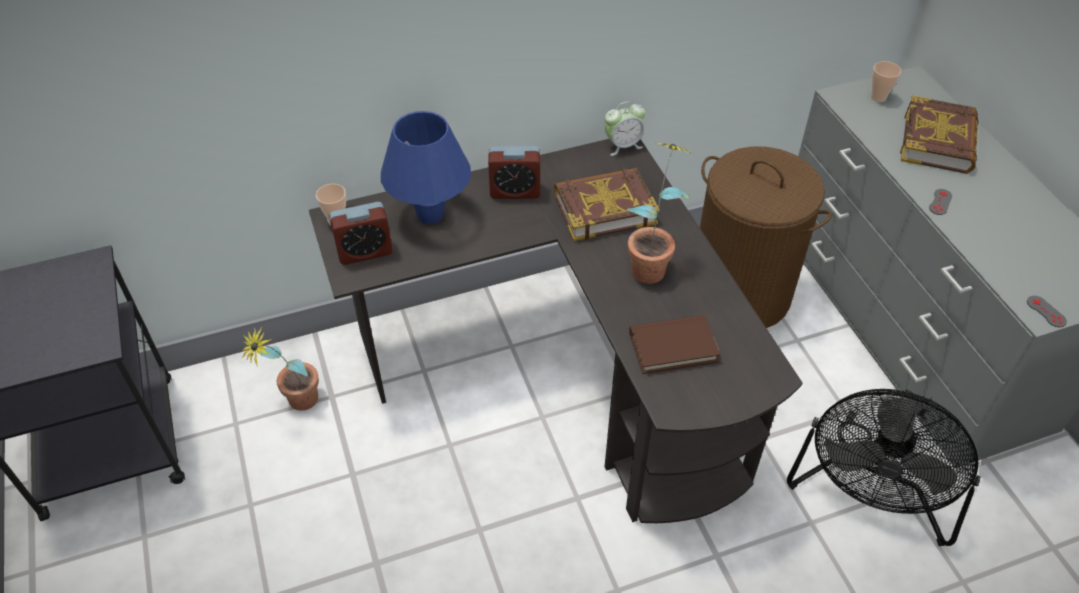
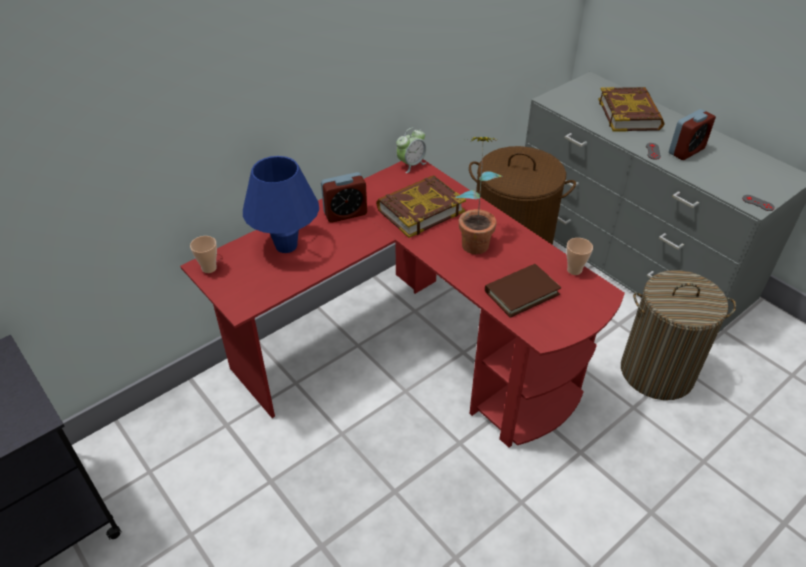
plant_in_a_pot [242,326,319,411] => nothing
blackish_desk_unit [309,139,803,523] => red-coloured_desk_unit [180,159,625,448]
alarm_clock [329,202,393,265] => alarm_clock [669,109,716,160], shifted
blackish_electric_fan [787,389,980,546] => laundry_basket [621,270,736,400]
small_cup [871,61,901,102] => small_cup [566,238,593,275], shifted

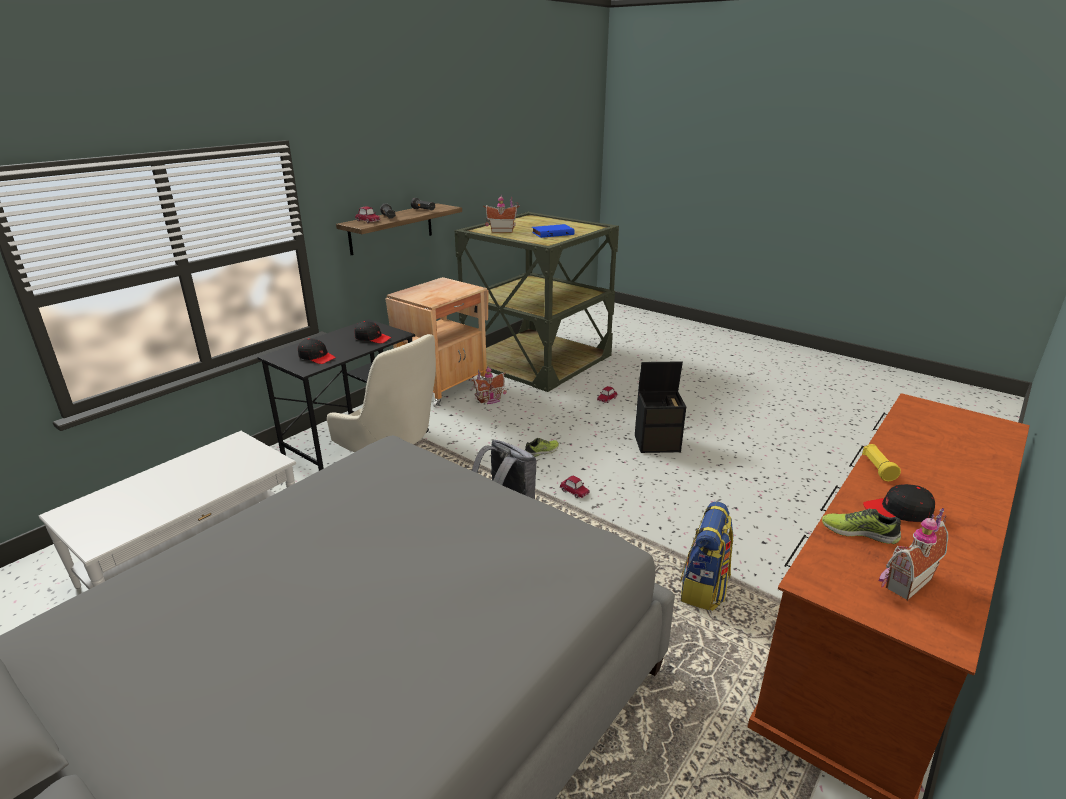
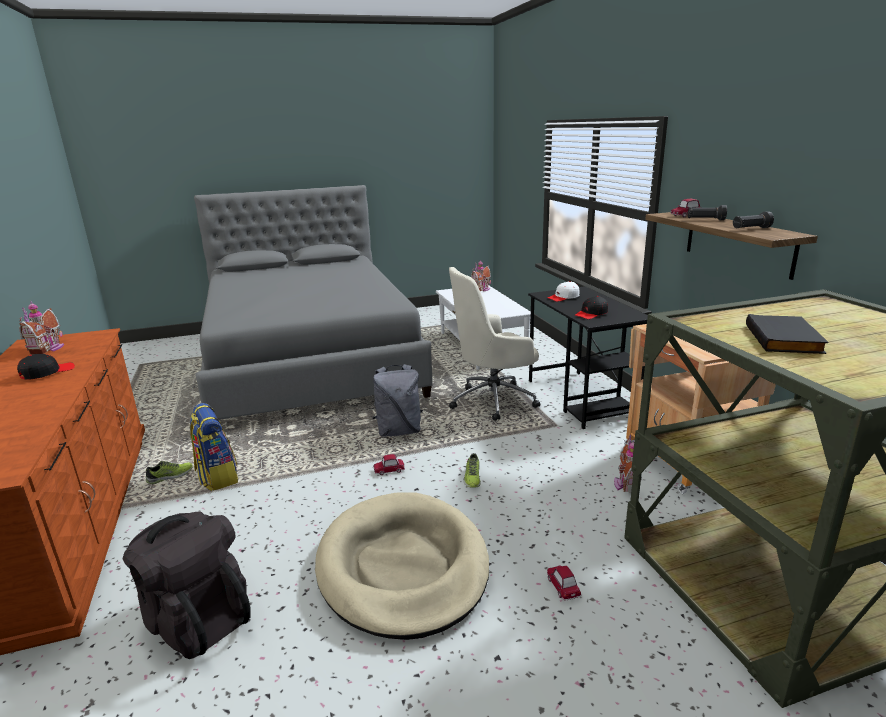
blackish_baseball_cap [298,338,336,364] => white_baseball_cap [547,281,579,302]
toy_house [483,196,519,233] => toy_house [471,260,491,291], shifted
blue-coloured_bound_book [532,224,574,238] => blackish_bound_book [746,314,829,354]
blackish_storage_box [635,361,686,453] => sand-coloured_dog_bed [315,492,489,640]
low_shoe [822,509,901,544] => low_shoe [146,461,193,484], shifted
yellowish_torch [862,444,901,481] => nothing
nothing => blackish_knapsack [123,512,251,659]

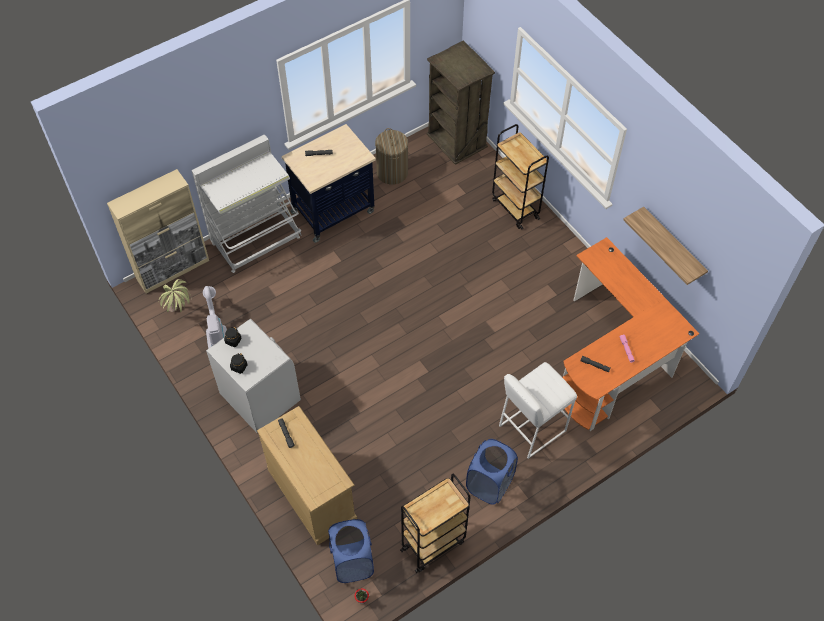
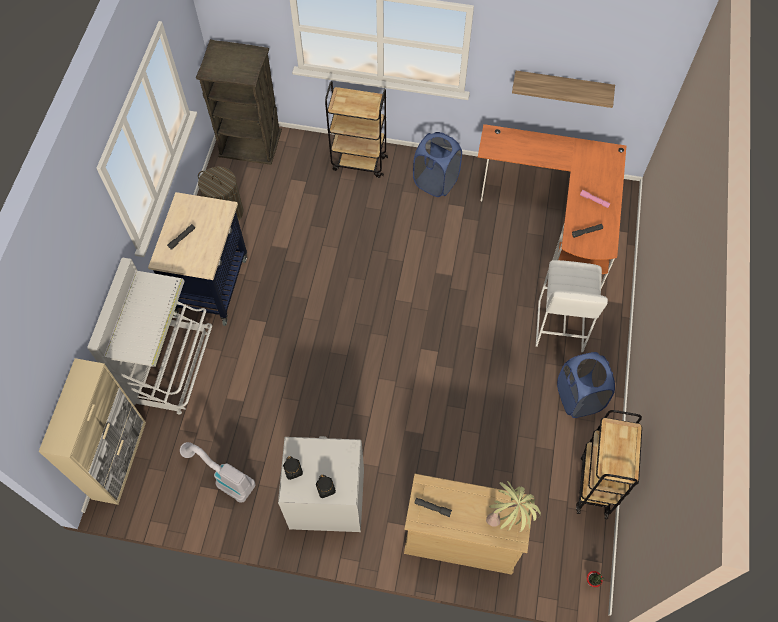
plant_in_a_pot [158,279,190,313] => plant_in_a_pot [486,481,541,532], shifted
blue-coloured_laundry_basket [328,519,374,583] => blue-coloured_laundry_basket [413,132,462,197], shifted

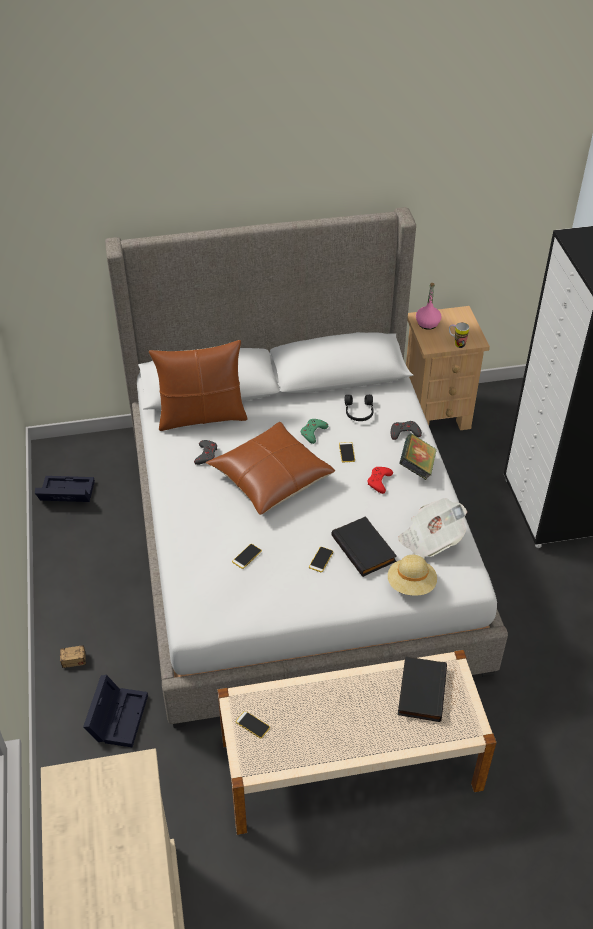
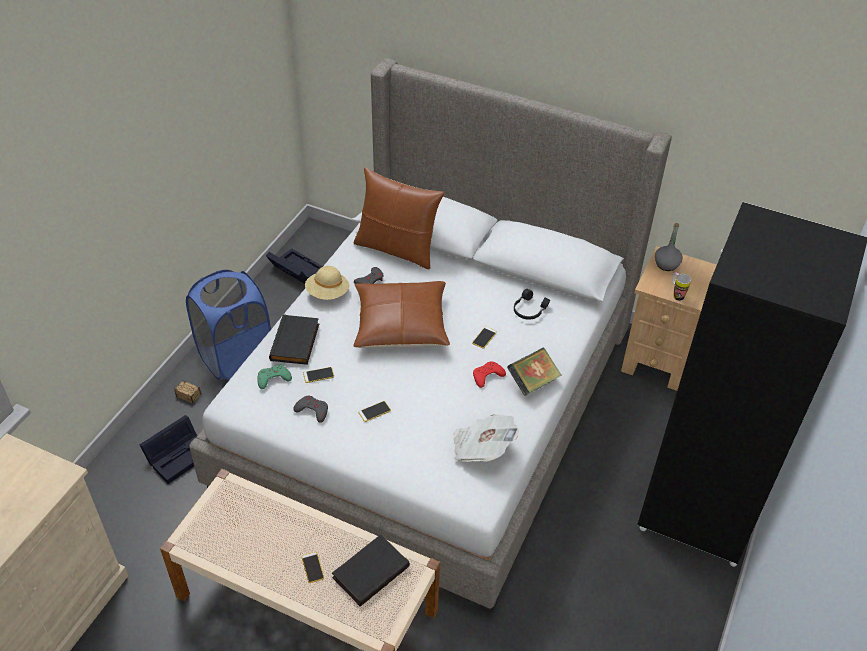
telephone [236,711,270,739] => telephone [301,552,324,583], shifted
greenish_gamepad [301,419,328,444] => greenish_gamepad [258,365,292,389], shifted
blackish_bound_book [332,516,397,577] => blackish_bound_book [269,314,319,365], shifted
sand-coloured_hat [388,555,437,596] => sand-coloured_hat [305,266,349,300], shifted
greyish_gamepad [391,421,422,440] => greyish_gamepad [293,396,328,423], shifted
pinkish_drink_bottle [416,283,442,330] => greyish_drink_bottle [655,223,683,271]
nothing => blue-coloured_laundry_basket [186,270,271,381]

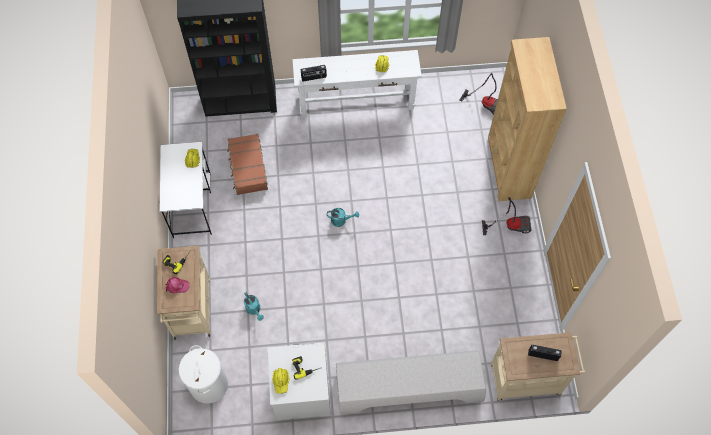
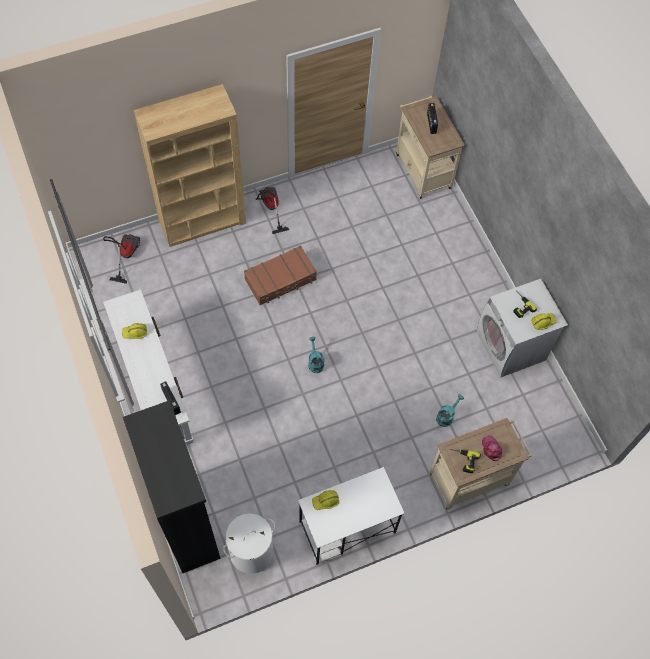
white_laundry_basket [179,345,228,404] => white_laundry_basket [223,513,275,574], shifted
brownish_travel_case [227,134,268,195] => brownish_travel_case [244,246,317,305], shifted
greyish_indoor_bench [336,350,486,415] => nothing

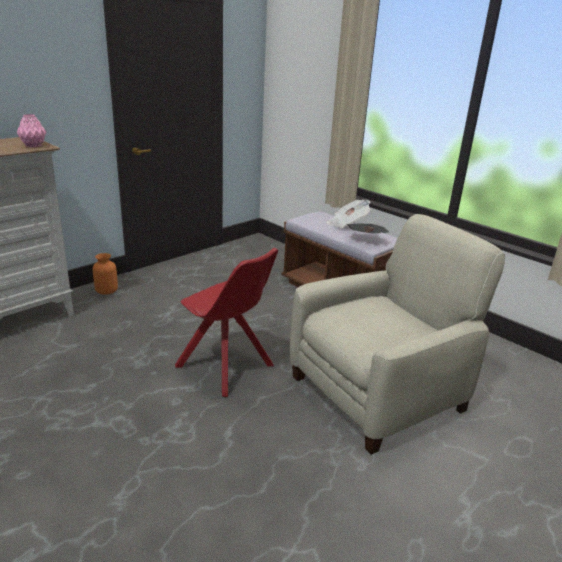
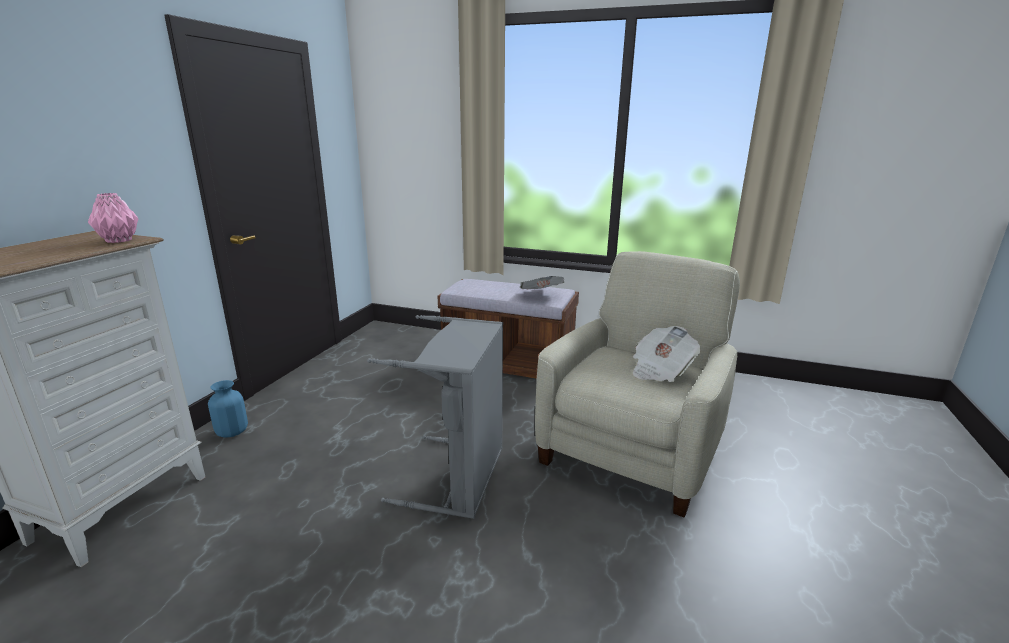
orangey_vase [93,253,118,295] => blue-coloured_vase [208,380,248,438]
red-coloured_chair [175,248,278,397] => greyish_laundry_basket [367,315,503,519]
printed_paper [326,200,371,228] => printed_paper [632,326,701,382], shifted

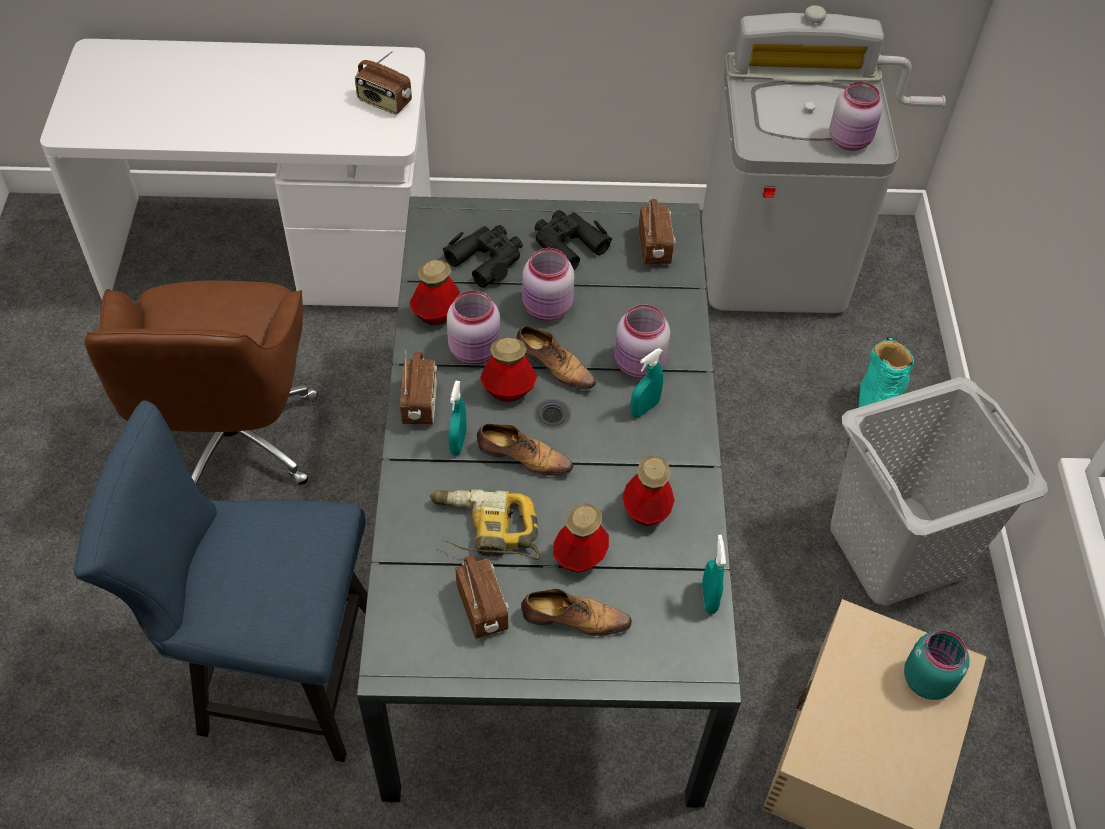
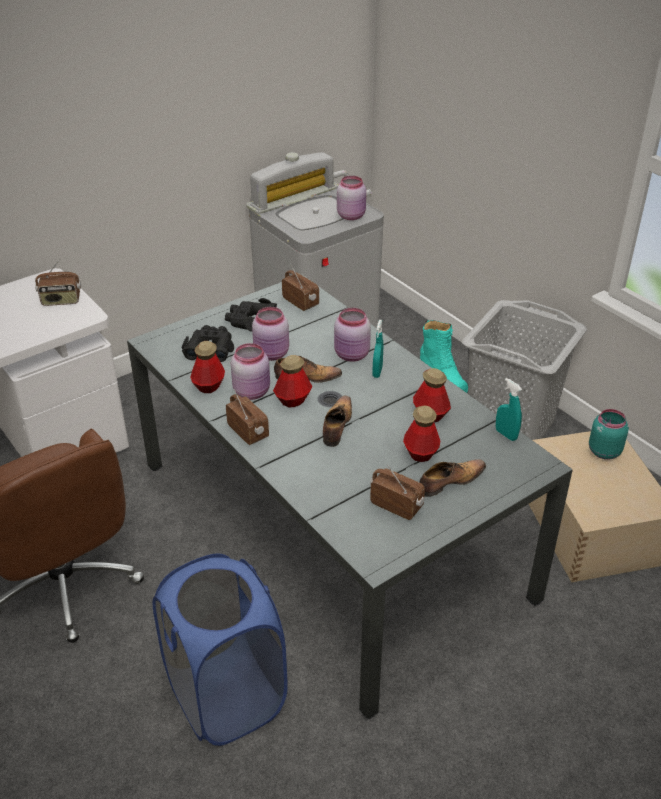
blue-coloured_chair [74,400,368,762] => blue-coloured_laundry_basket [153,553,288,746]
electric_drill [430,489,540,560] => nothing
turquoise-coloured_hand_sprayer [448,381,467,456] => nothing
low_shoe [477,424,573,476] => low_shoe [323,396,352,447], 60 degrees counterclockwise

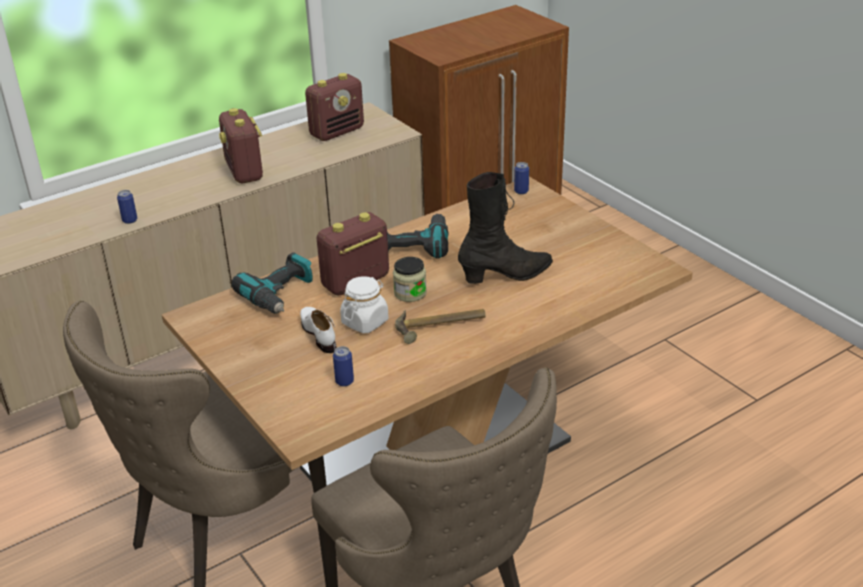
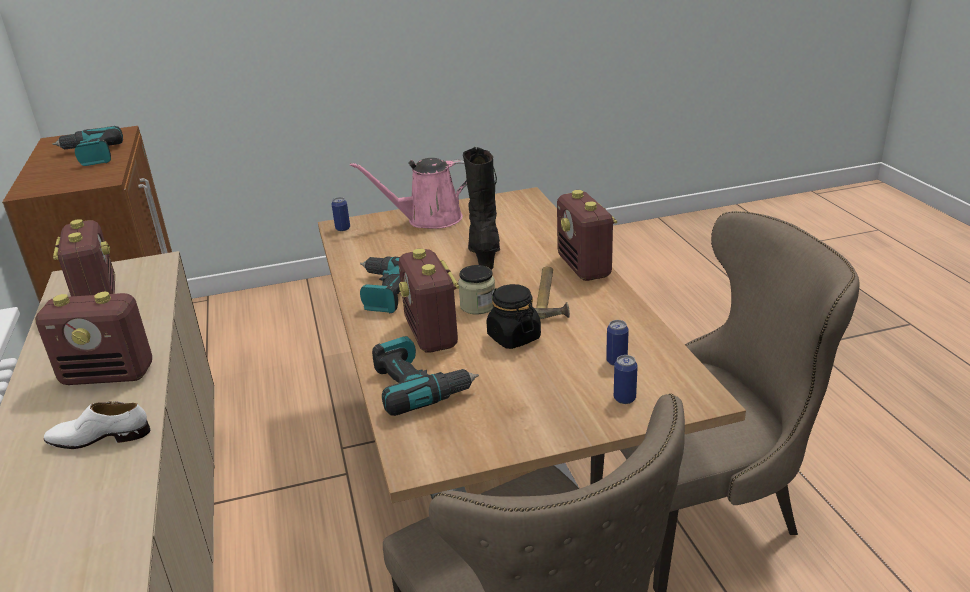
metal_can [117,190,137,224] => metal_can [614,355,638,404], shifted
white_low_shoe [300,307,337,353] => white_low_shoe [44,401,150,449], shifted
white_jar [340,276,389,333] => blackish_jar [486,284,541,349]
nothing => electric_drill [53,126,123,166]
nothing => pinkish_watering_pot [350,158,467,229]
nothing => radio_set [557,190,617,281]

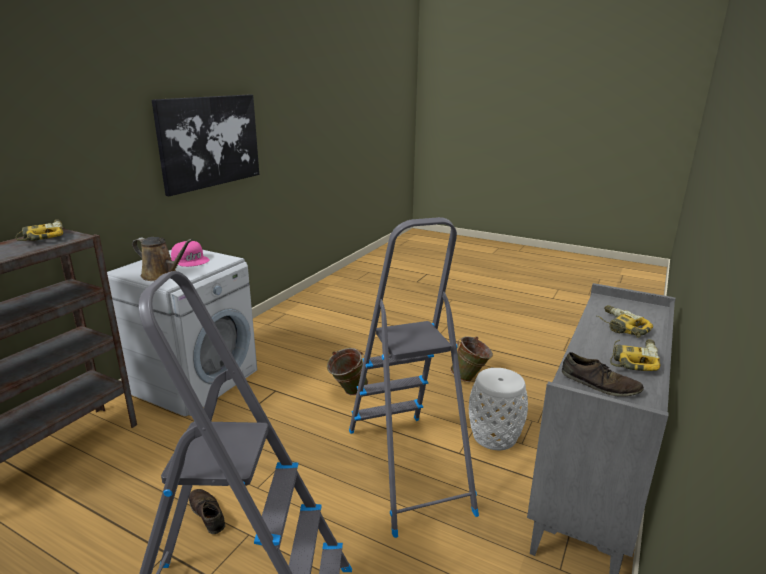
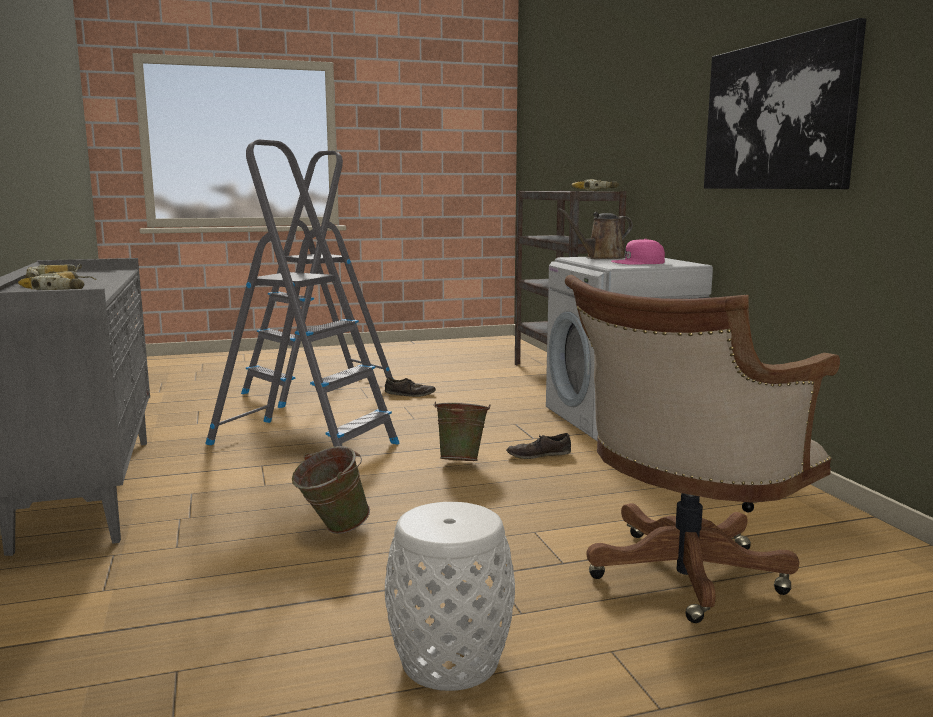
white_stool_seat [469,368,528,450] => white_stool_seat [385,502,515,691], shifted
brownish_low_shoe [562,352,644,397] => brownish_low_shoe [506,433,571,459], shifted
nothing => office_chair [565,275,840,623]

